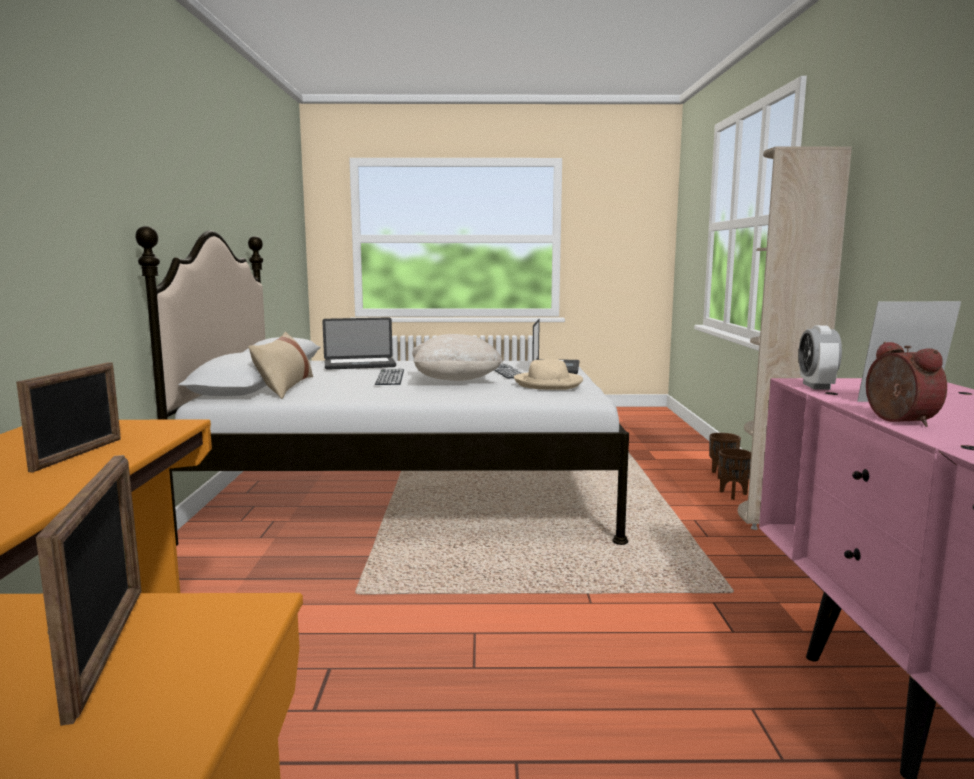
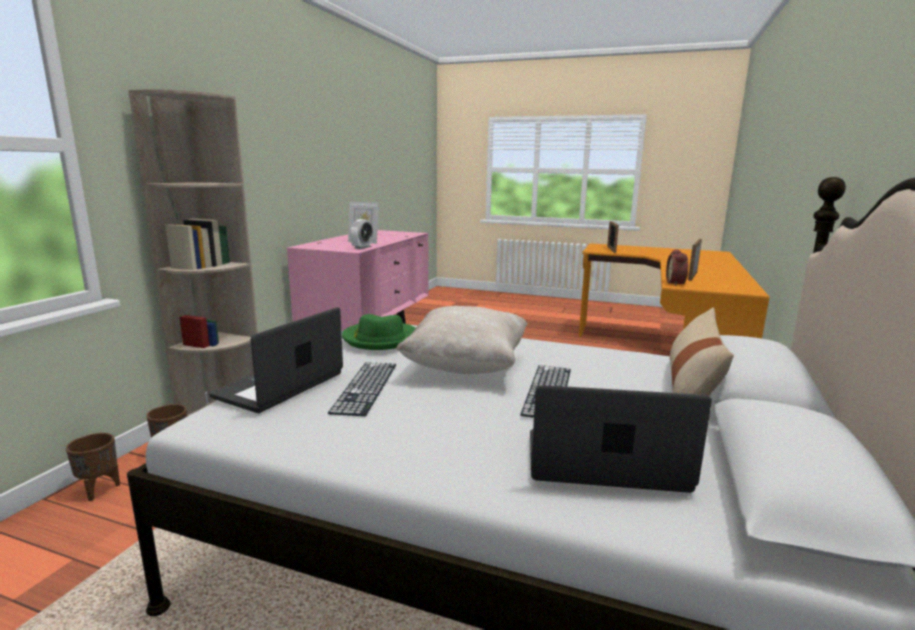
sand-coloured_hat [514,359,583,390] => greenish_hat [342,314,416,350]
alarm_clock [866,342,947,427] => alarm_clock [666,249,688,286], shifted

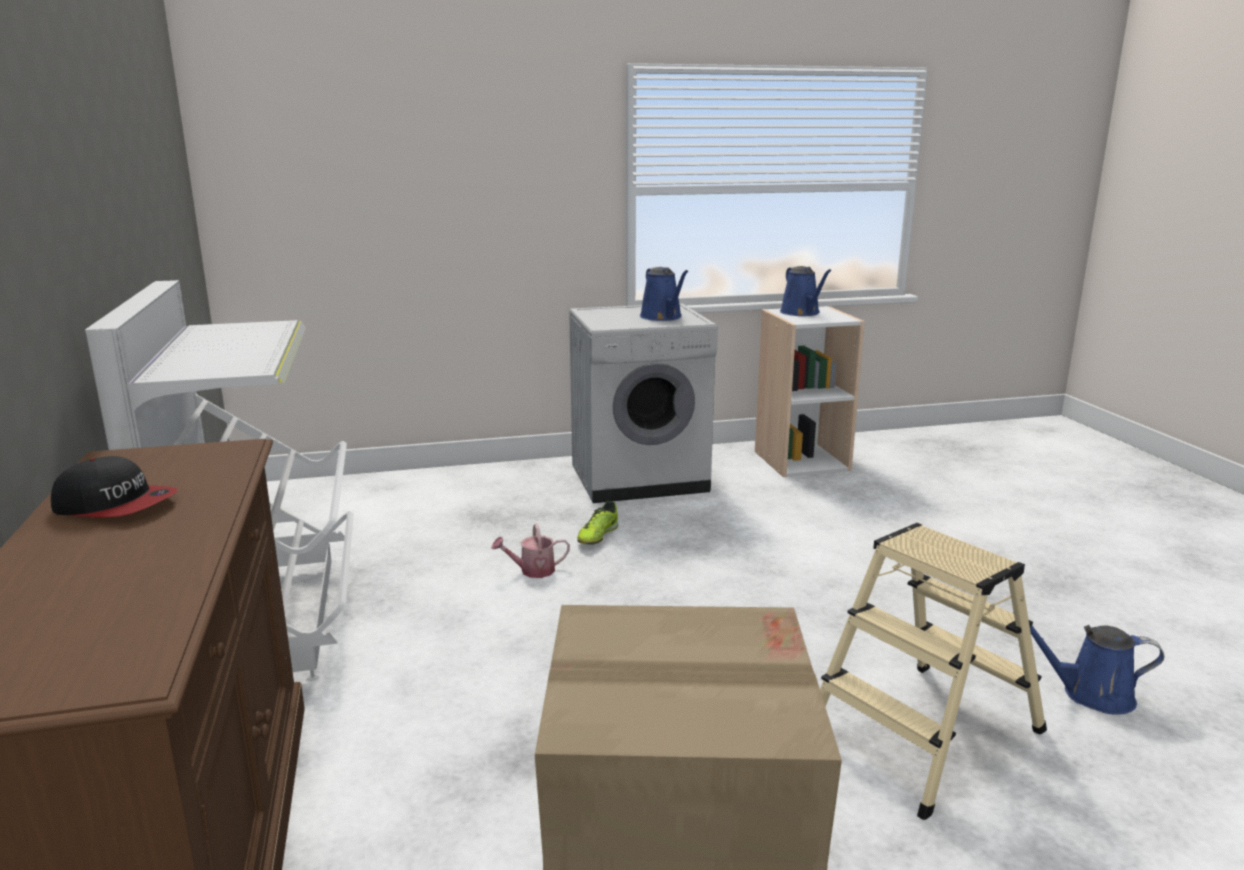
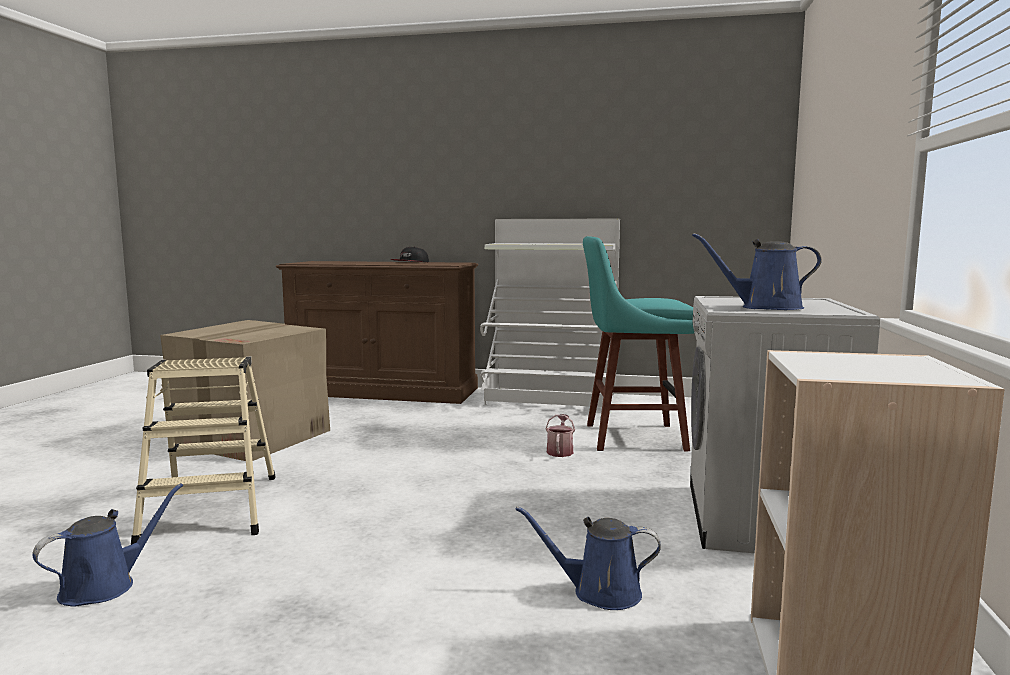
low_shoe [577,501,618,545] => nothing
blue-coloured_watering_pot [780,266,831,316] => blue-coloured_watering_pot [515,506,661,610], shifted
nothing => turquoise-coloured_stool_seat [583,236,694,451]

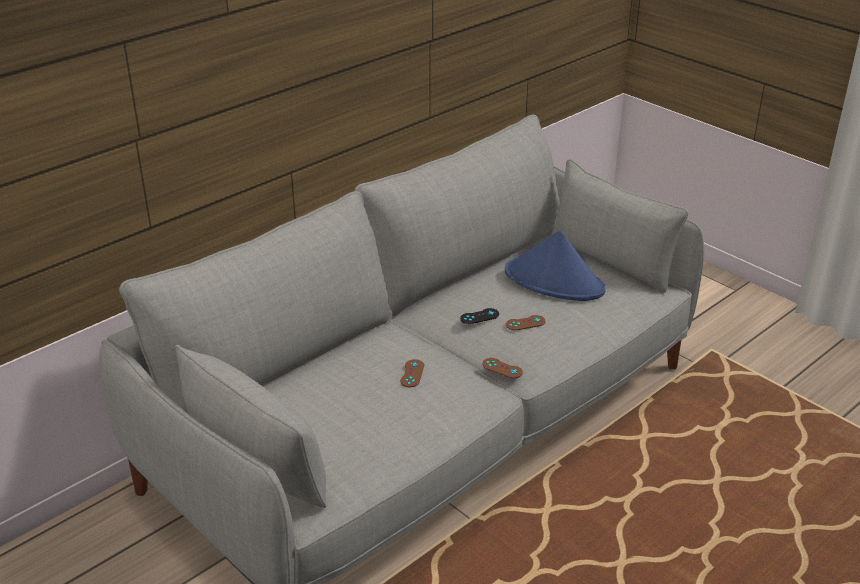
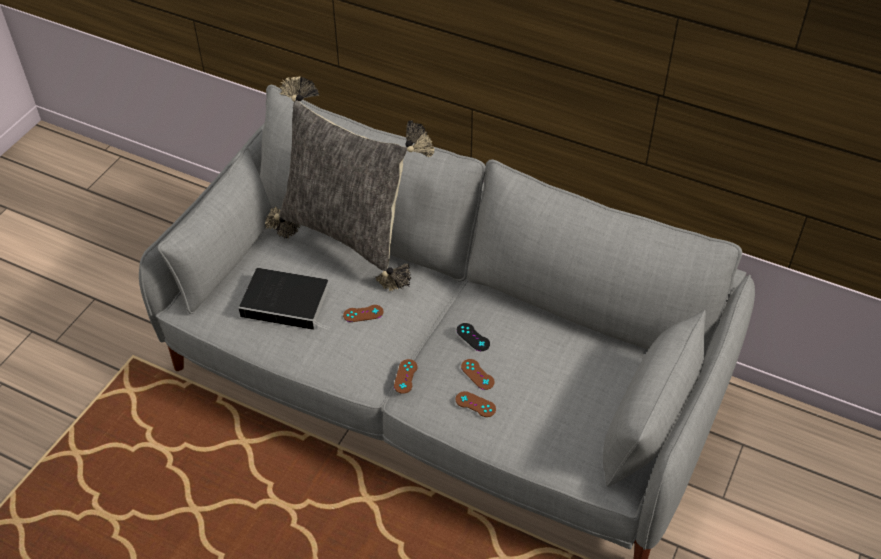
blue-coloured_hat [505,230,606,301] => nothing
nothing => bound_book [239,268,331,330]
nothing => cushion [265,76,435,292]
nothing => brownish_gamepad [456,391,496,417]

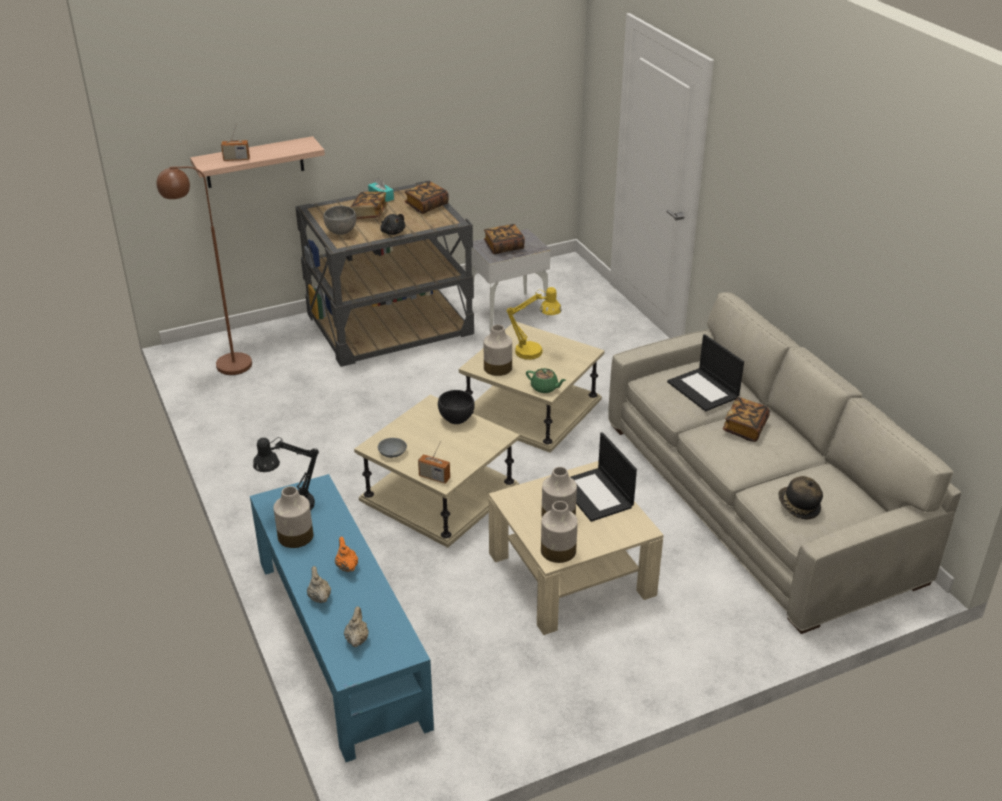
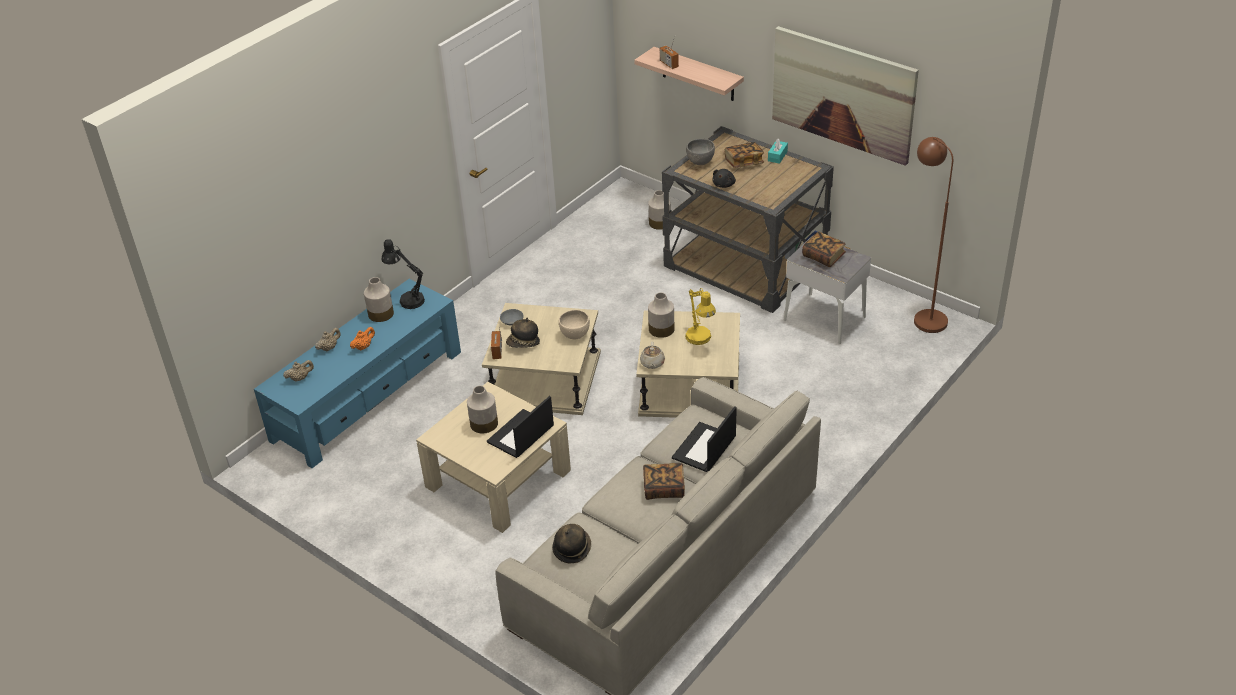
brownish_standard_lamp [156,166,252,375] => brownish_standard_lamp [914,137,953,333], shifted
bound_book [404,181,449,214] => nothing
blackish_bowl [438,390,475,424] => sand-coloured_bowl [559,310,590,339]
greenish_pot_for_tea [526,368,566,393] => sand-coloured_pot_for_tea [640,342,665,369]
sand-coloured_vase [541,501,578,563] => sand-coloured_vase [648,190,671,230], shifted
nothing => hat [506,318,540,348]
nothing => picture [772,26,919,166]

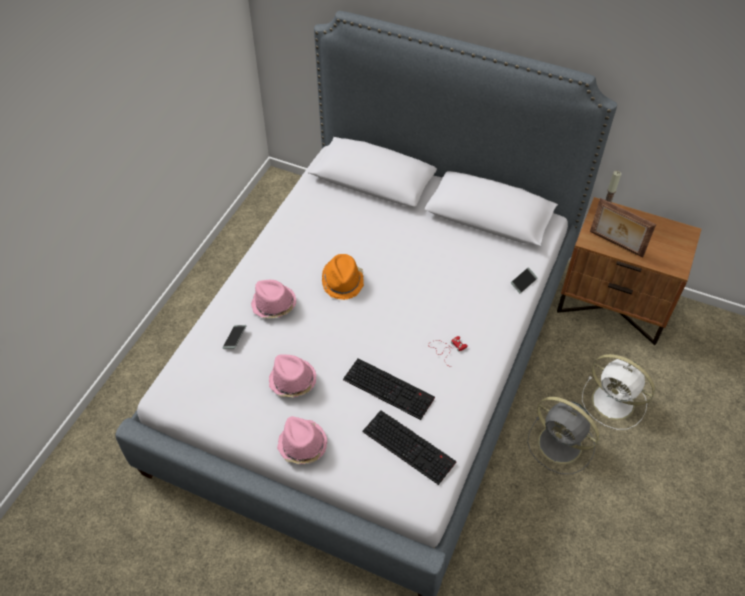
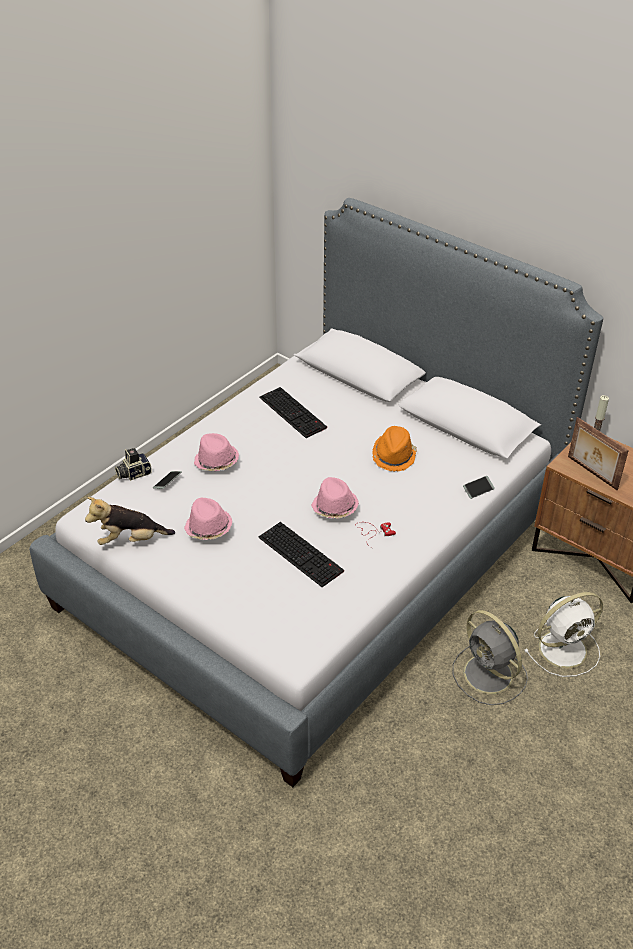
pinkish_hat [277,416,327,464] => pinkish_hat [311,477,359,519], shifted
orangey_hat [322,254,364,300] => orangey_hat [372,426,417,471], shifted
computer_keyboard [362,410,456,485] => computer_keyboard [260,387,327,438], shifted
white_electric_fan [582,354,655,430] => white_electric_fan [524,592,603,677], 75 degrees counterclockwise
nothing => soft_toy [85,497,175,545]
nothing => still_camera [115,448,152,481]

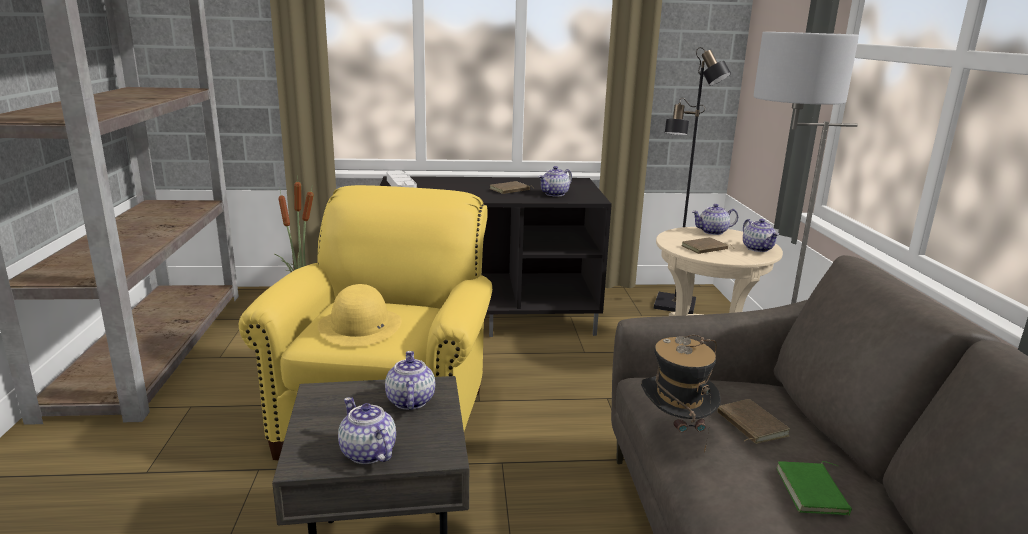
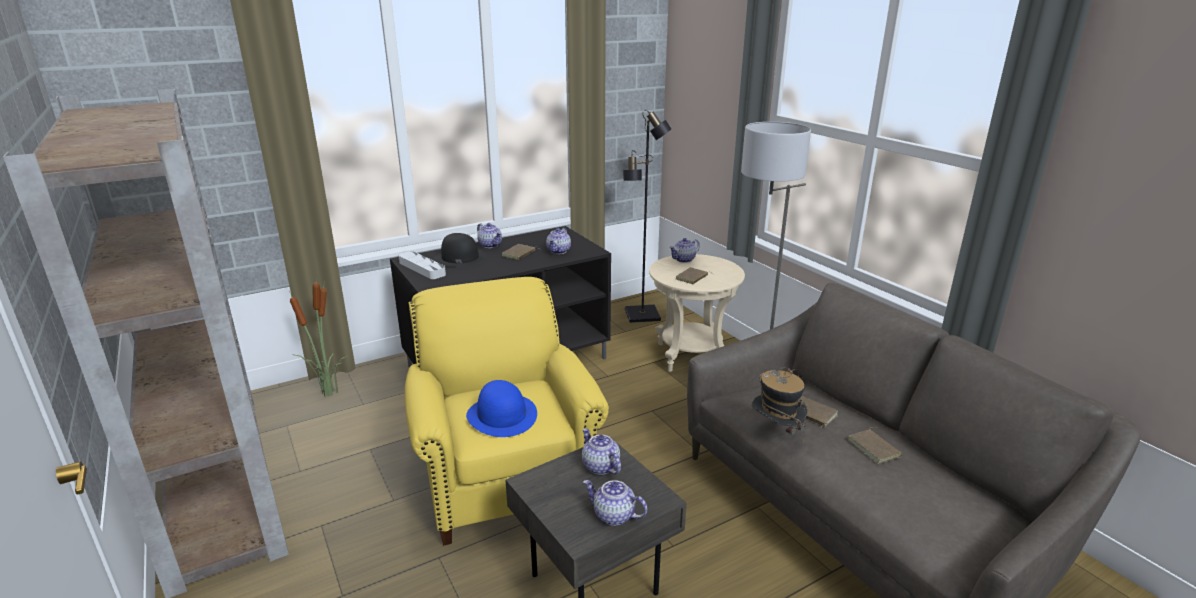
yellowish_hat [317,284,402,346] => blue-coloured_hat [466,380,537,437]
pot_for_tea [743,219,779,252] => pot_for_tea [477,223,502,248], shifted
greenish_bound_book [776,461,852,515] => brownish_bound_book [847,427,902,464]
nothing => blackish_hat [433,233,487,268]

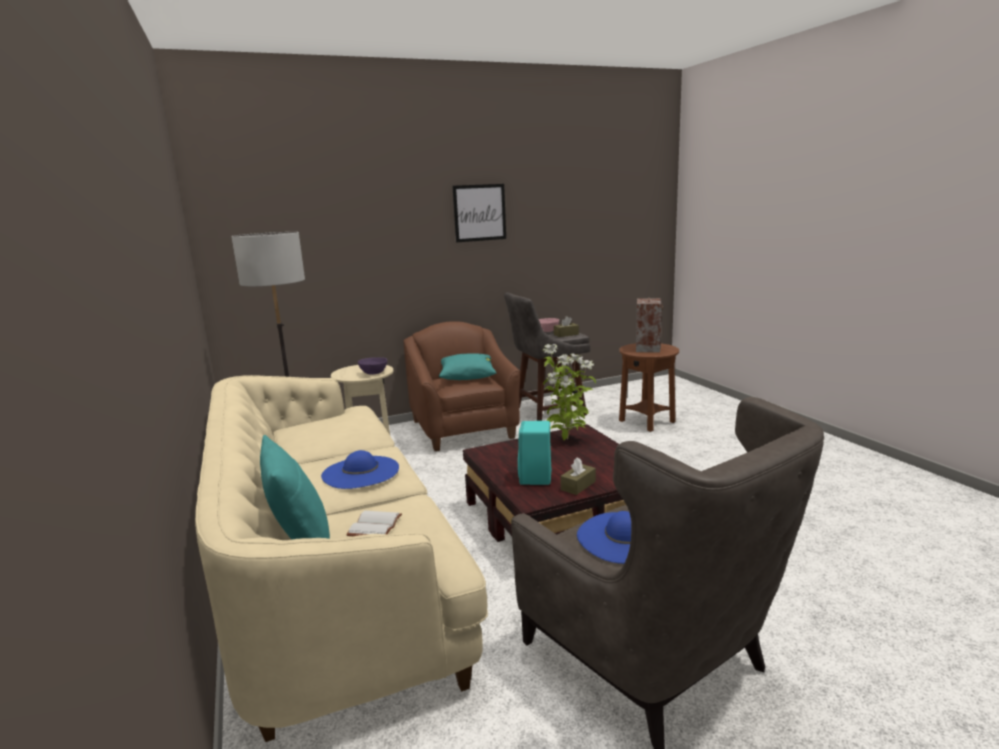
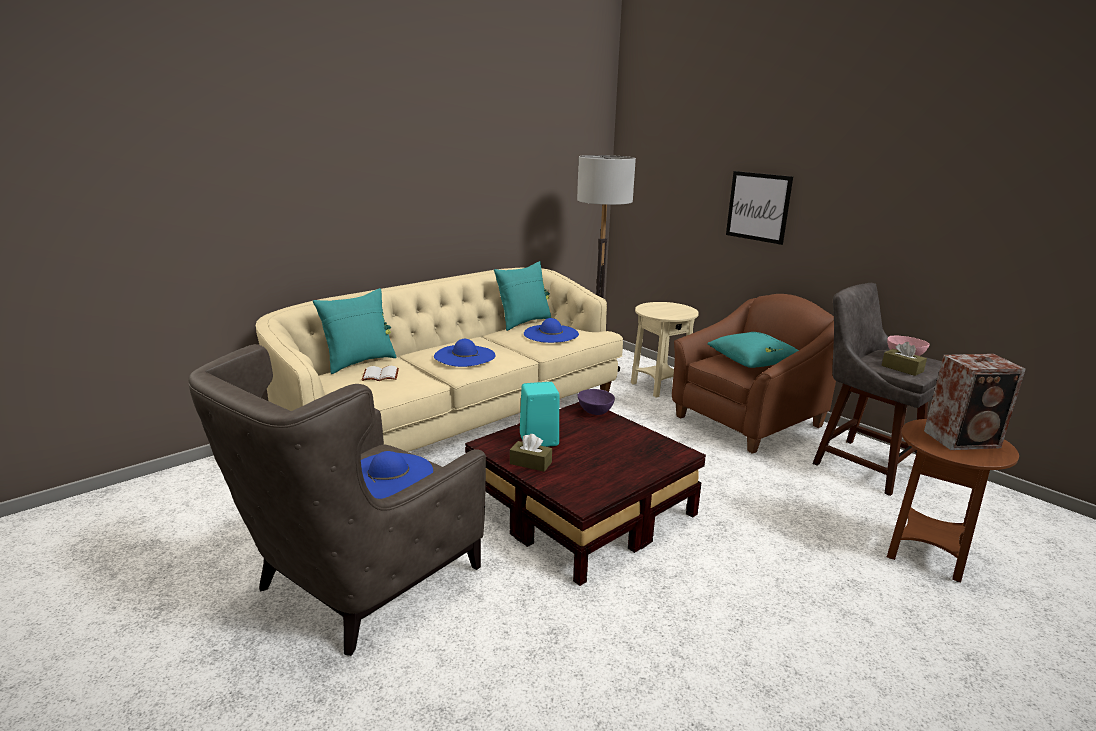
purple_bowl [358,357,387,374] => purple_bowl [577,389,615,415], shifted
picture [452,184,506,243] => picture [726,171,793,245], shifted
plant_in_a_pot [542,344,596,440] => nothing
nothing => turquoise-coloured_cushion [494,261,551,331]
nothing => blue-coloured_hat [524,318,579,343]

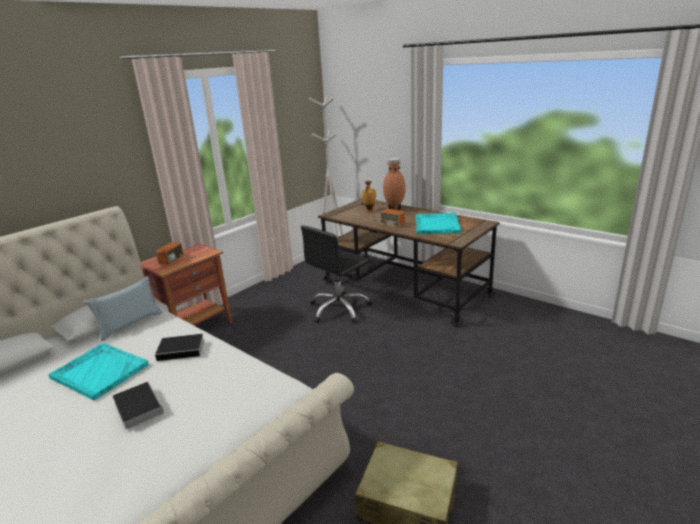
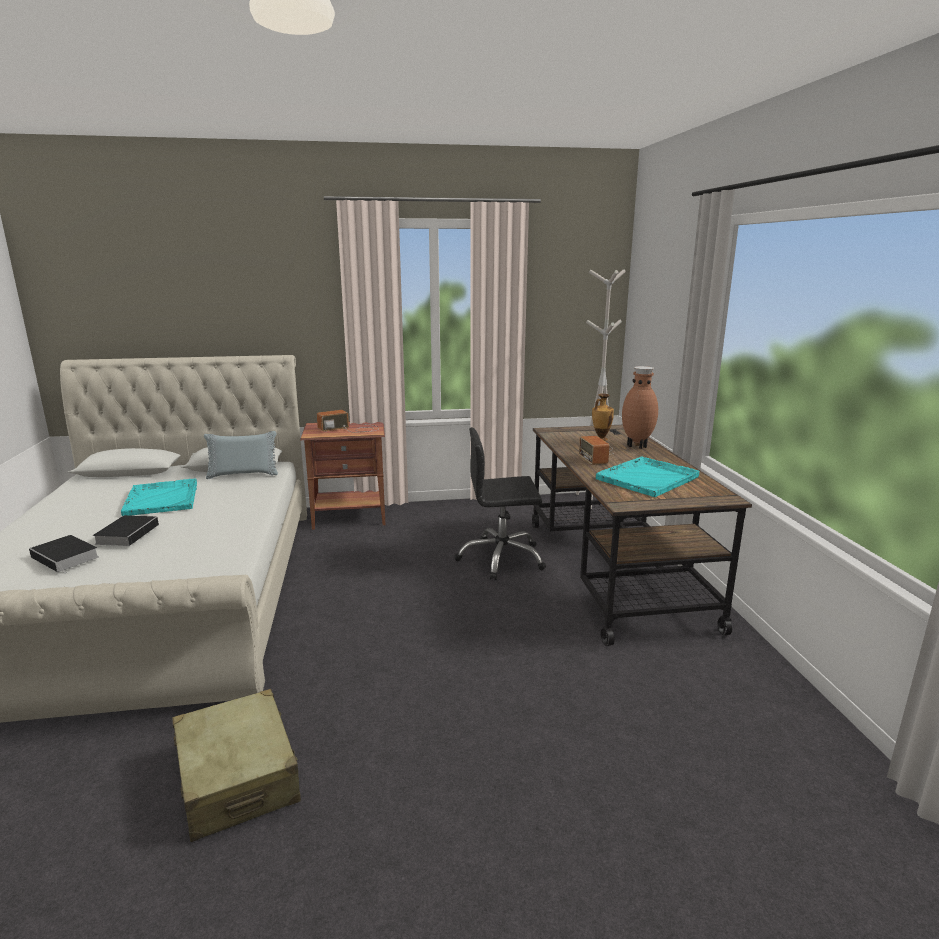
bound_book [155,334,205,361] => bound_book [29,535,99,574], shifted

